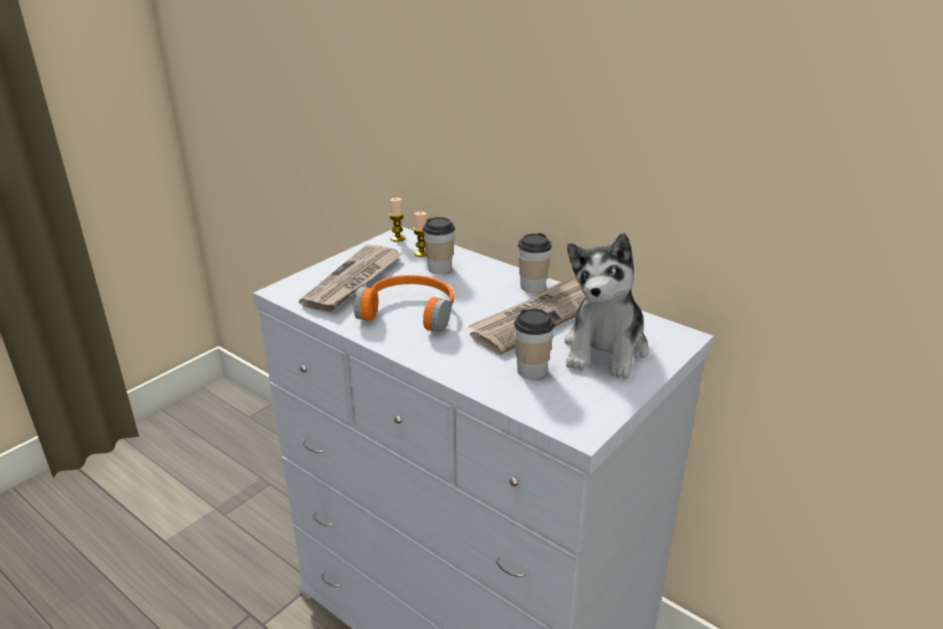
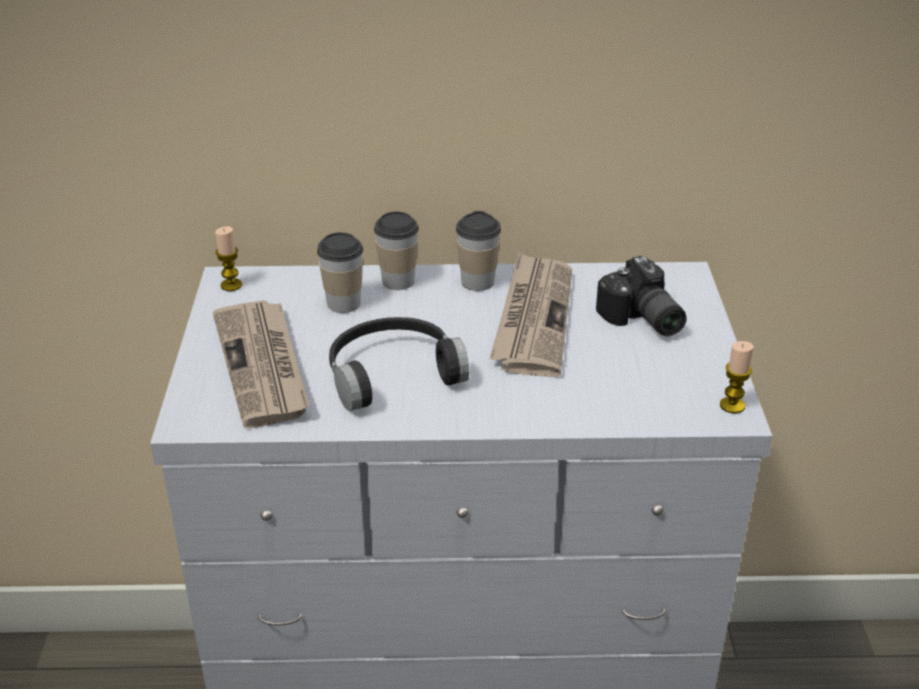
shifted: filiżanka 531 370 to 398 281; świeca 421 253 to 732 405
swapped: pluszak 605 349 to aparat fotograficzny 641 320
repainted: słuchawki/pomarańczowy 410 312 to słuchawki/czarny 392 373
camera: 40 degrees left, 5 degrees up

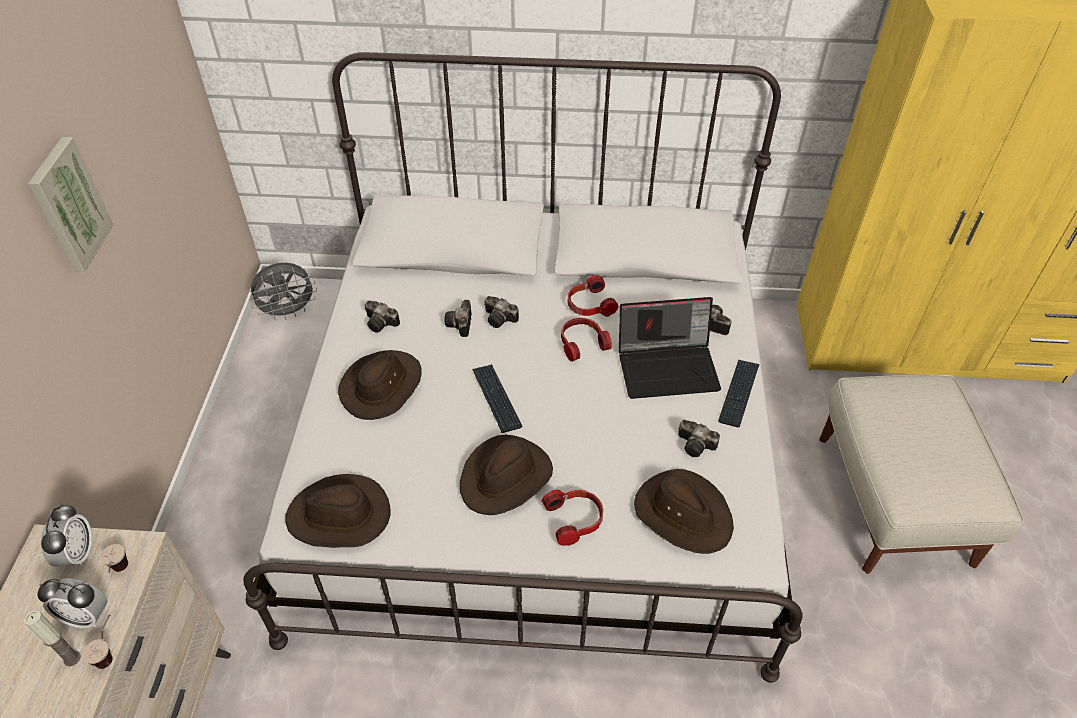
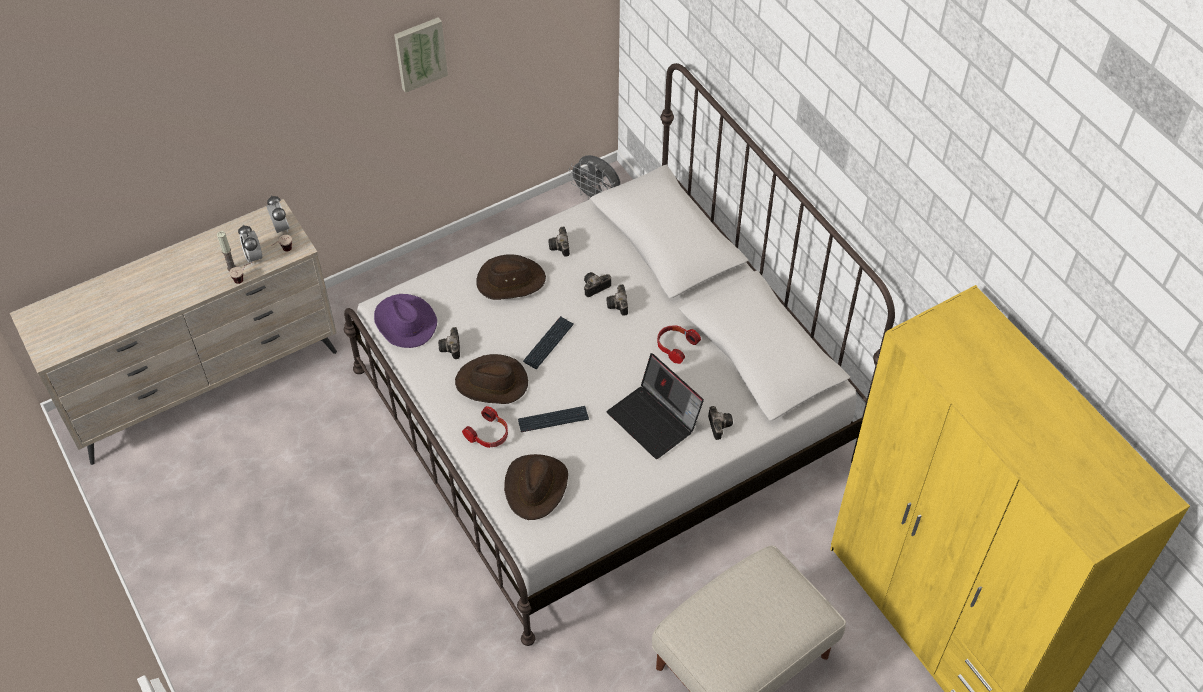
gone: słuchawki 582 343
shifted: aparat fotograficzny 697 445 to 451 349; klawiatura 738 393 to 553 420
repainted: kapelusz/brązowy 339 517 to kapelusz/fioletowy 404 322
rotated: budzik 78 554 = 280 227 75 degrees counterclockwise
camera: 55 degrees right, 5 degrees up

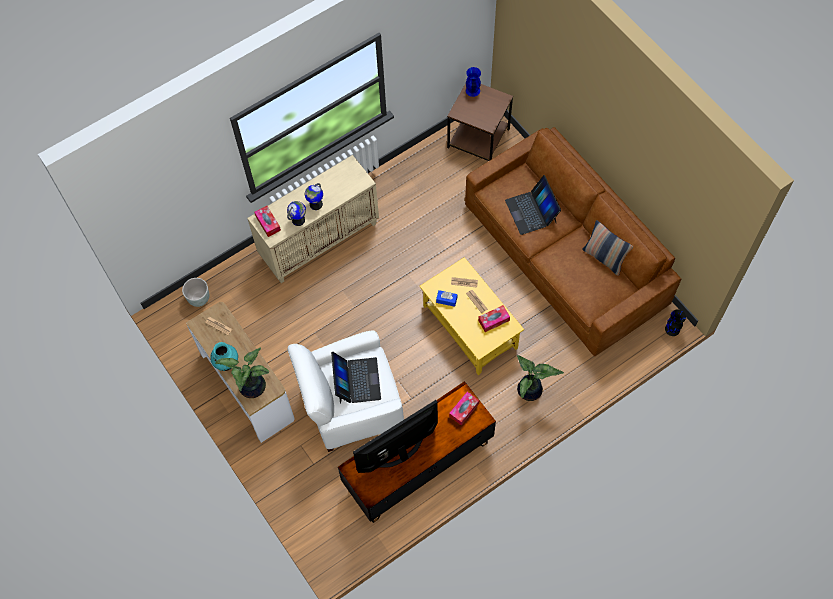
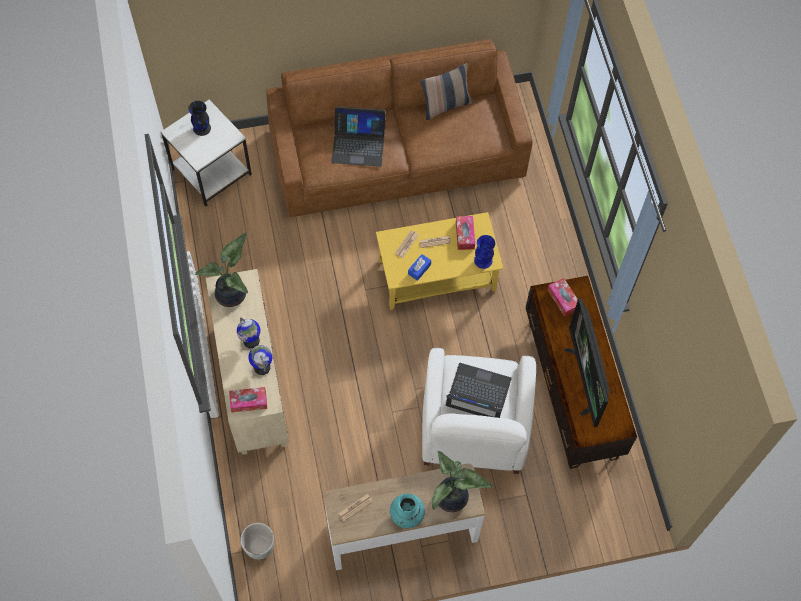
shifted: wazon/czarny 672 329 to 201 128; roślina doniczkowa 530 391 to 233 294; wazon/niebieski 472 90 to 483 260
repainted: stolik/brązowy 479 138 to stolik/biały 211 170
camera: 70 degrees left, 0 degrees up

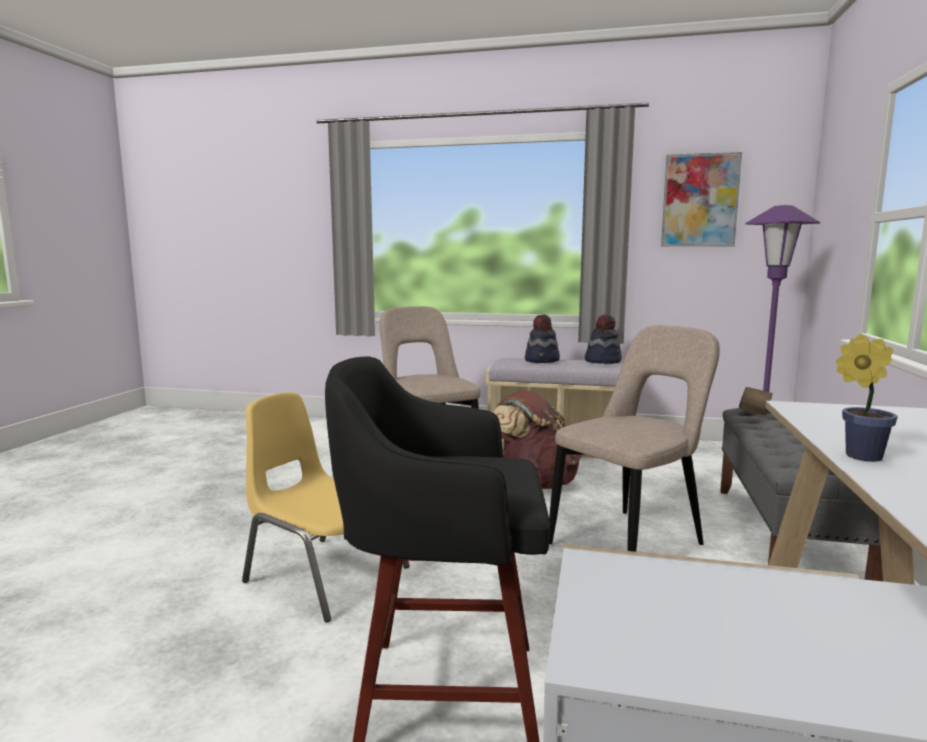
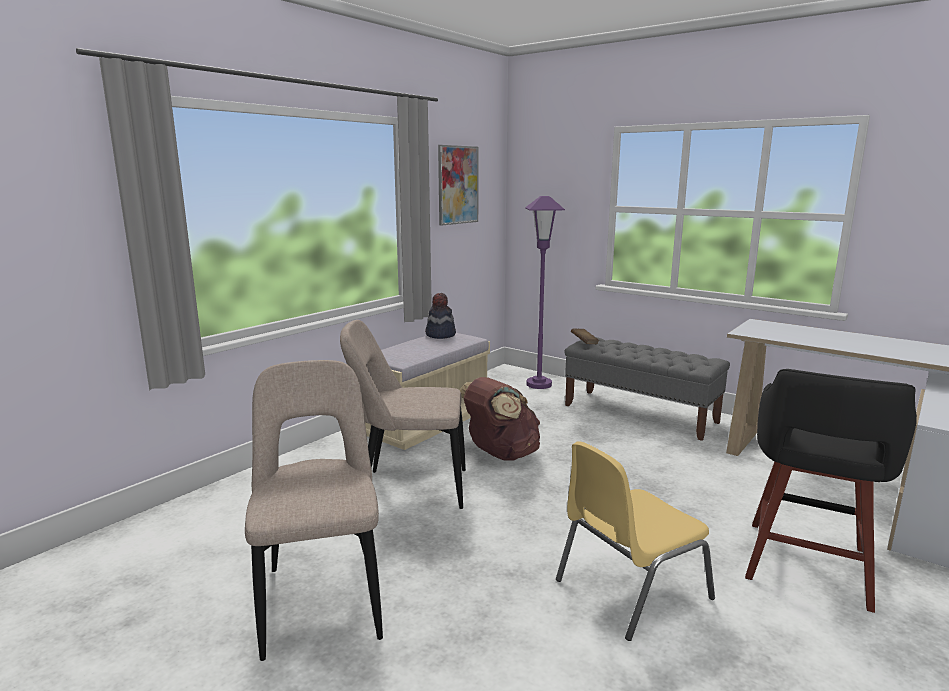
gone: kapelusz 542 361; roślina doniczkowa 858 455
shifted: krzesło/beżowy 631 542 to 322 598
camera: 65 degrees left, 5 degrees up

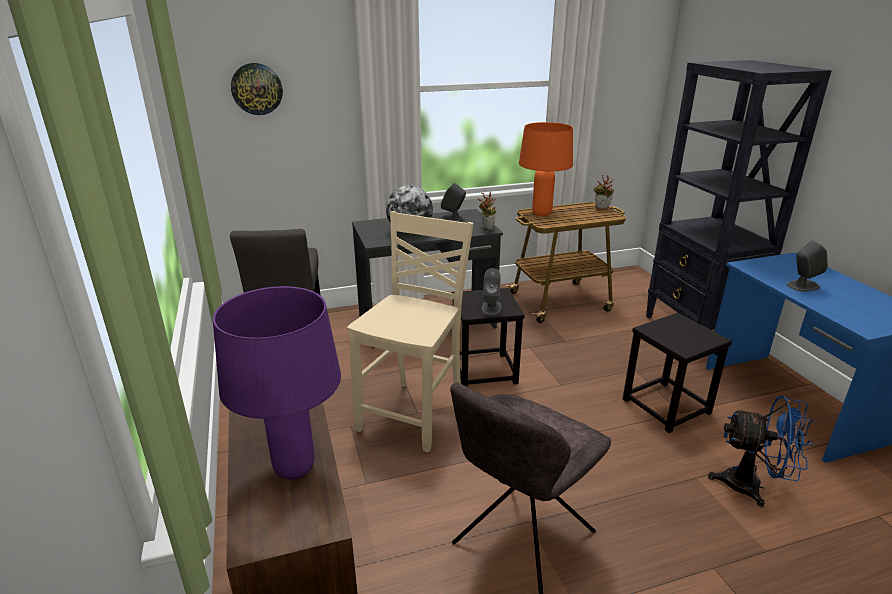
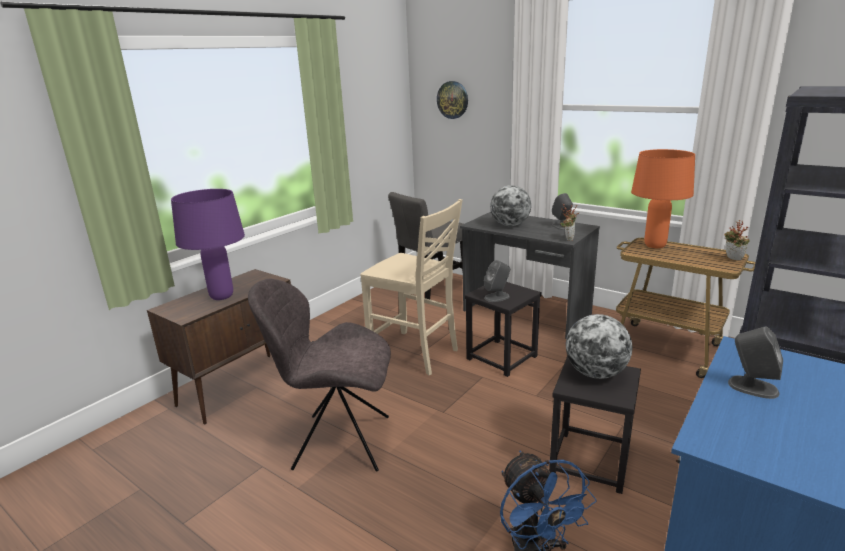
new: globus 596 373
rotated: krzesło/beżowy 414 414 = 415 354 45 degrees clockwise
camera: 55 degrees right, 5 degrees down

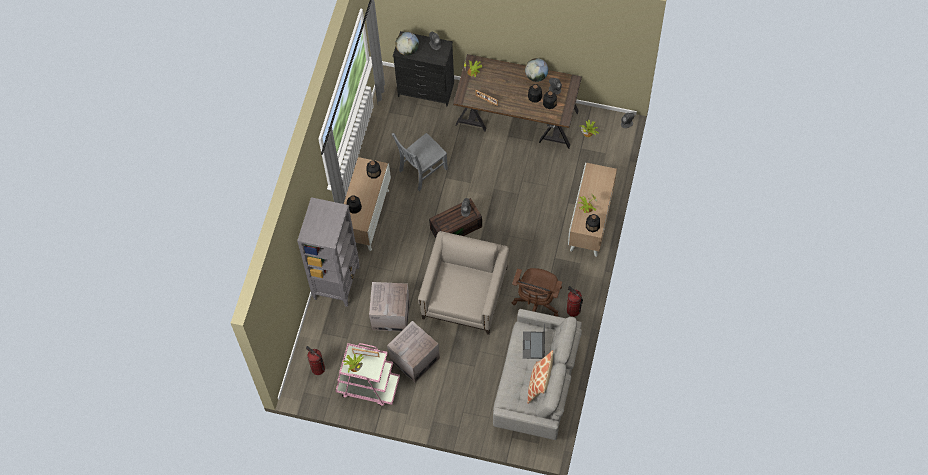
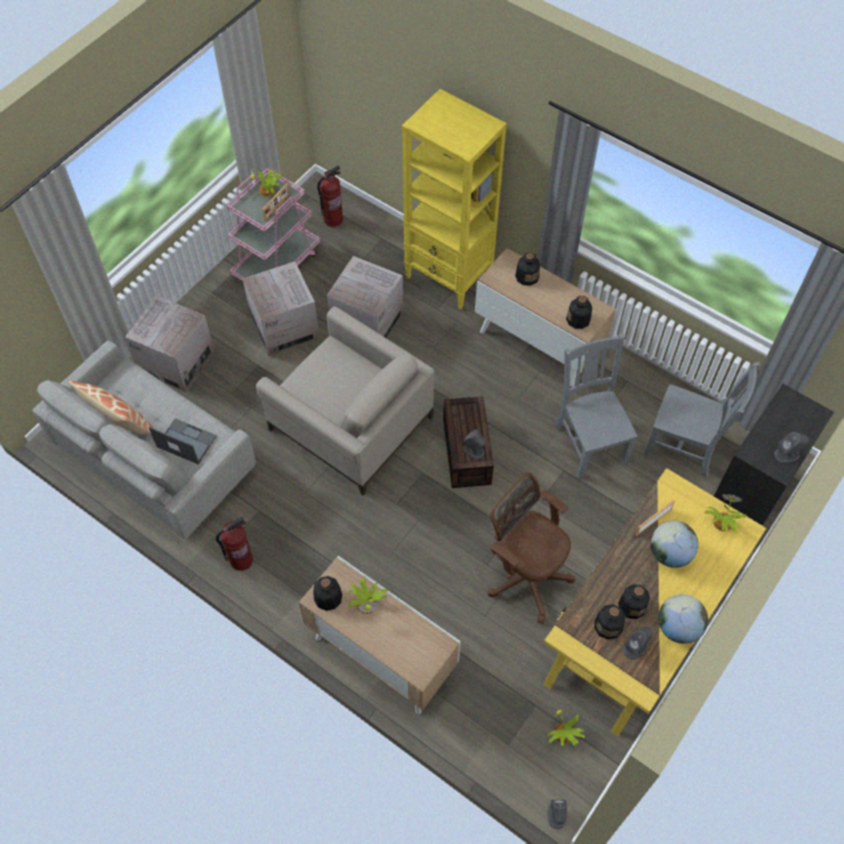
new: karton 176 361; krzesło/szary 685 446
shifted: krzesło biurowe/brązowy 537 304 to 524 574; globus 407 50 to 669 553
repainted: regał/szary 337 282 to regał/żółty 449 277; biurko/brązowy 517 117 to biurko/żółty 639 623
camera: 110 degrees right, 5 degrees down

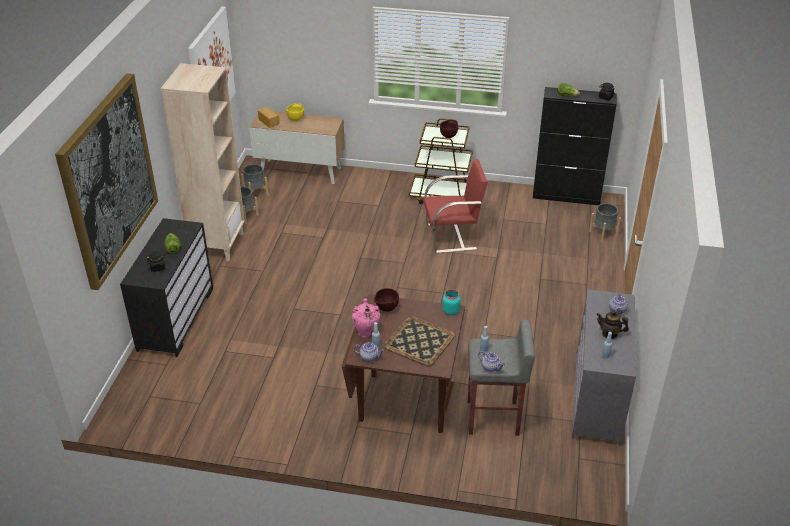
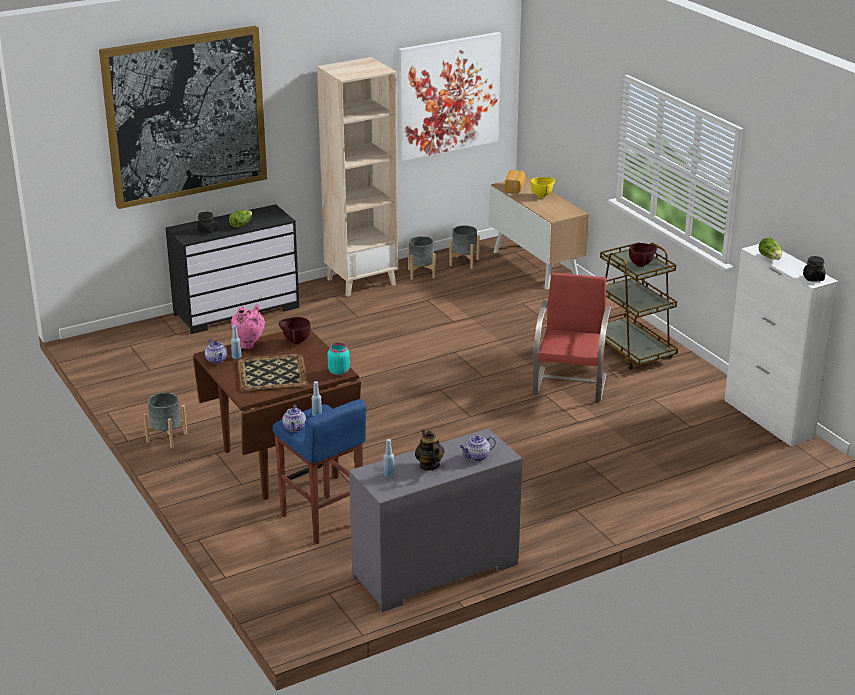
shifted: donica/szary 603 233 to 166 437
repainted: stołek/szary 494 418 to stołek/niebieski 321 520; szafka/czarny 566 196 to szafka/biały 769 419
rotated: krzesło/czerwony 452 237 = 570 384 120 degrees counterclockwise
camera: 50 degrees right, 10 degrees down

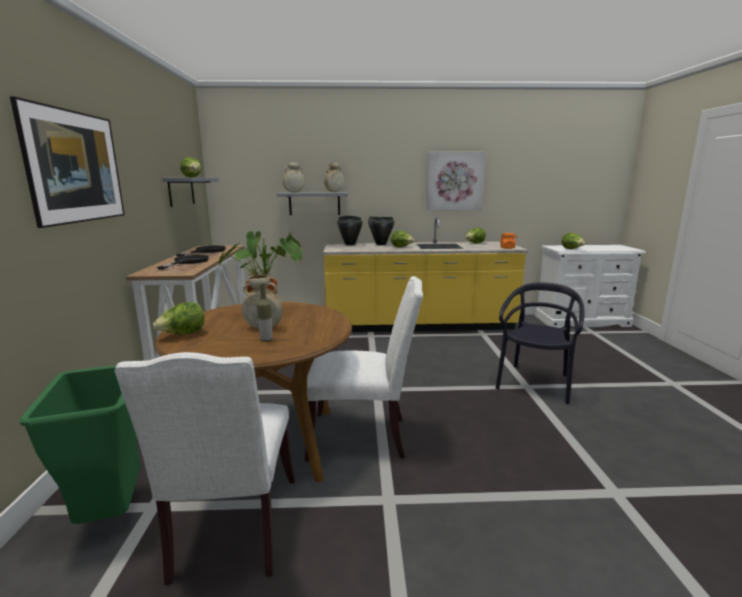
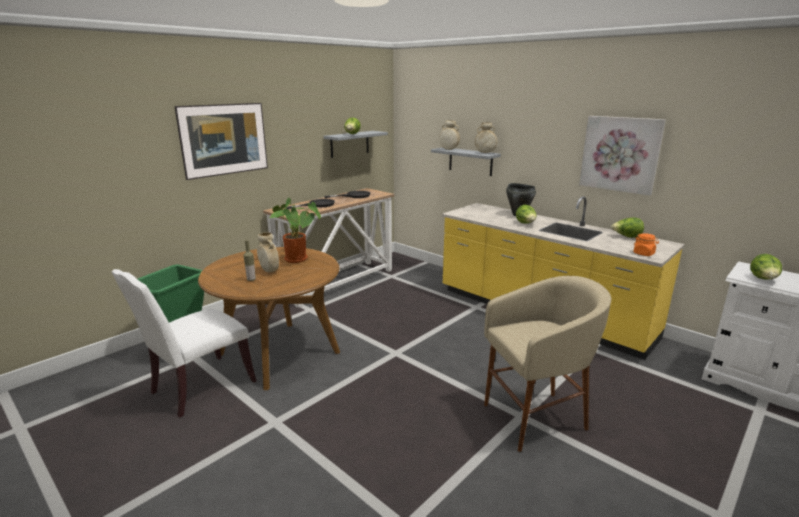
gone: sałata 183 334; krzesło/biały 363 436; garnek/czarny 350 244
swapped: krzesło/czarny 535 383 to stołek/beżowy 536 418
camera: 45 degrees right, 5 degrees up

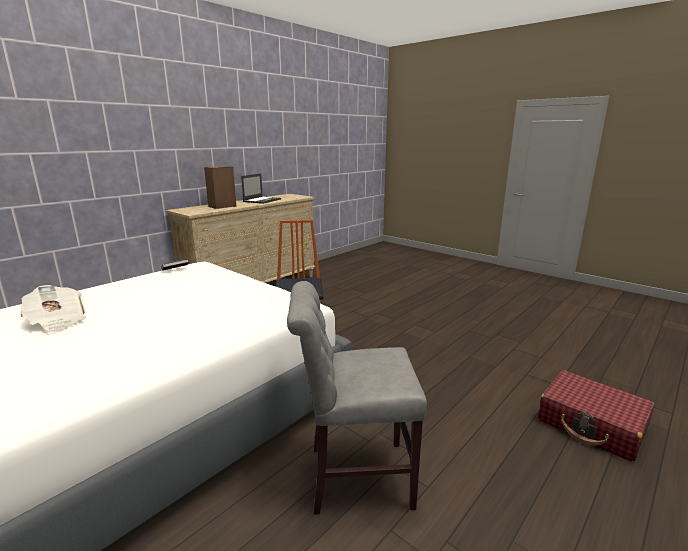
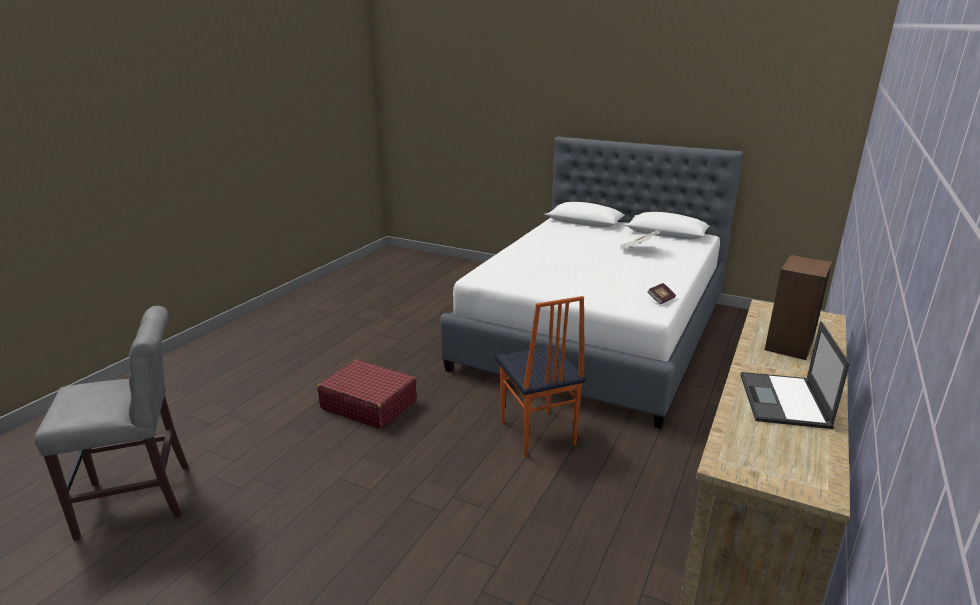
shifted: krzesło/szary 353 476 to 143 499; walizka/czerwony 591 424 to 369 404
camera: 165 degrees right, 5 degrees up

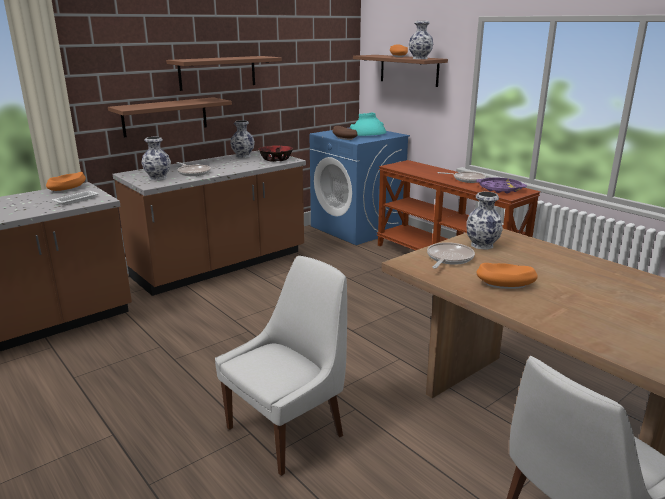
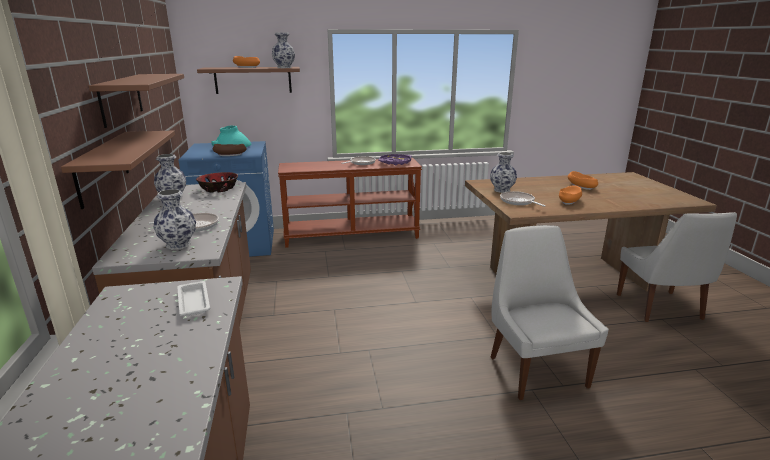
shifted: miska/pomarańczowy 67 189 to 581 186
camera: 60 degrees left, 0 degrees up

